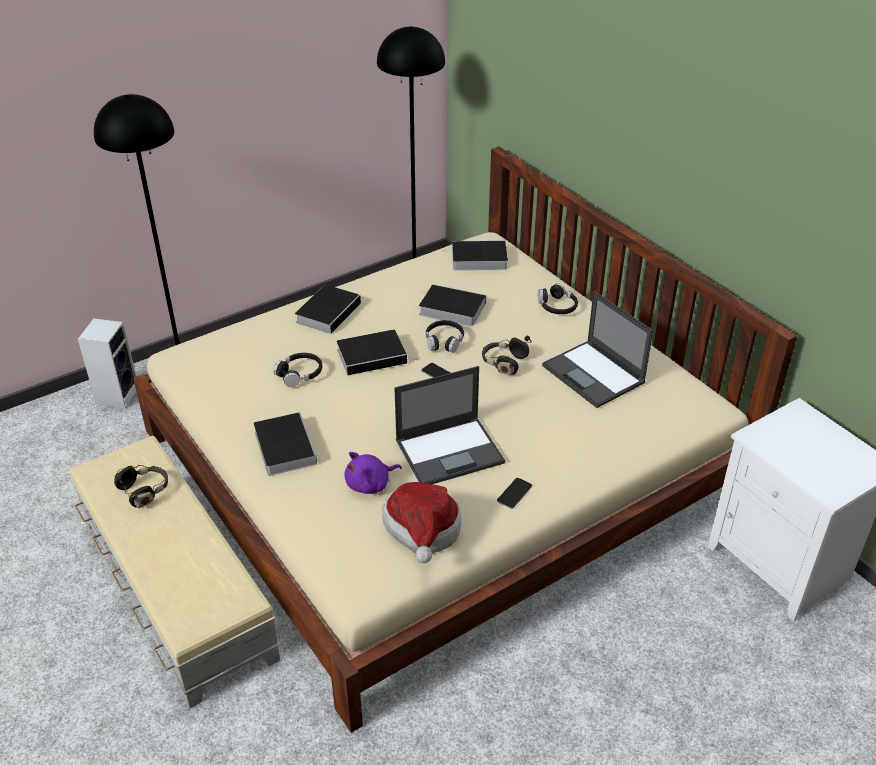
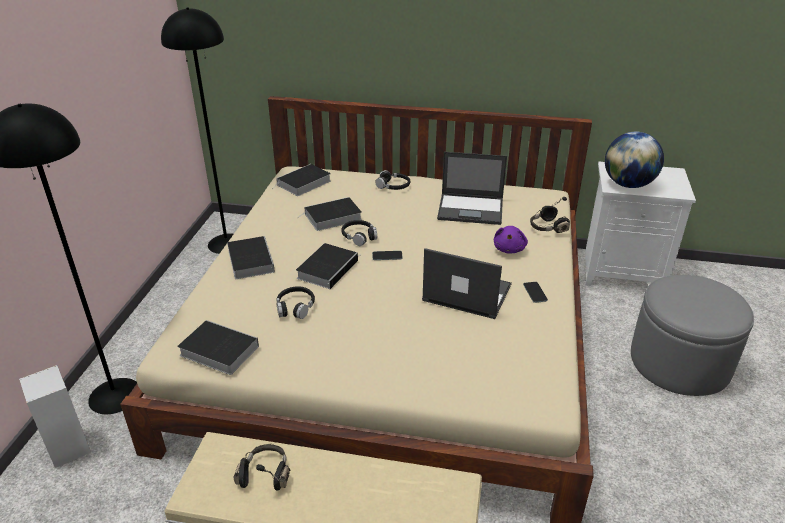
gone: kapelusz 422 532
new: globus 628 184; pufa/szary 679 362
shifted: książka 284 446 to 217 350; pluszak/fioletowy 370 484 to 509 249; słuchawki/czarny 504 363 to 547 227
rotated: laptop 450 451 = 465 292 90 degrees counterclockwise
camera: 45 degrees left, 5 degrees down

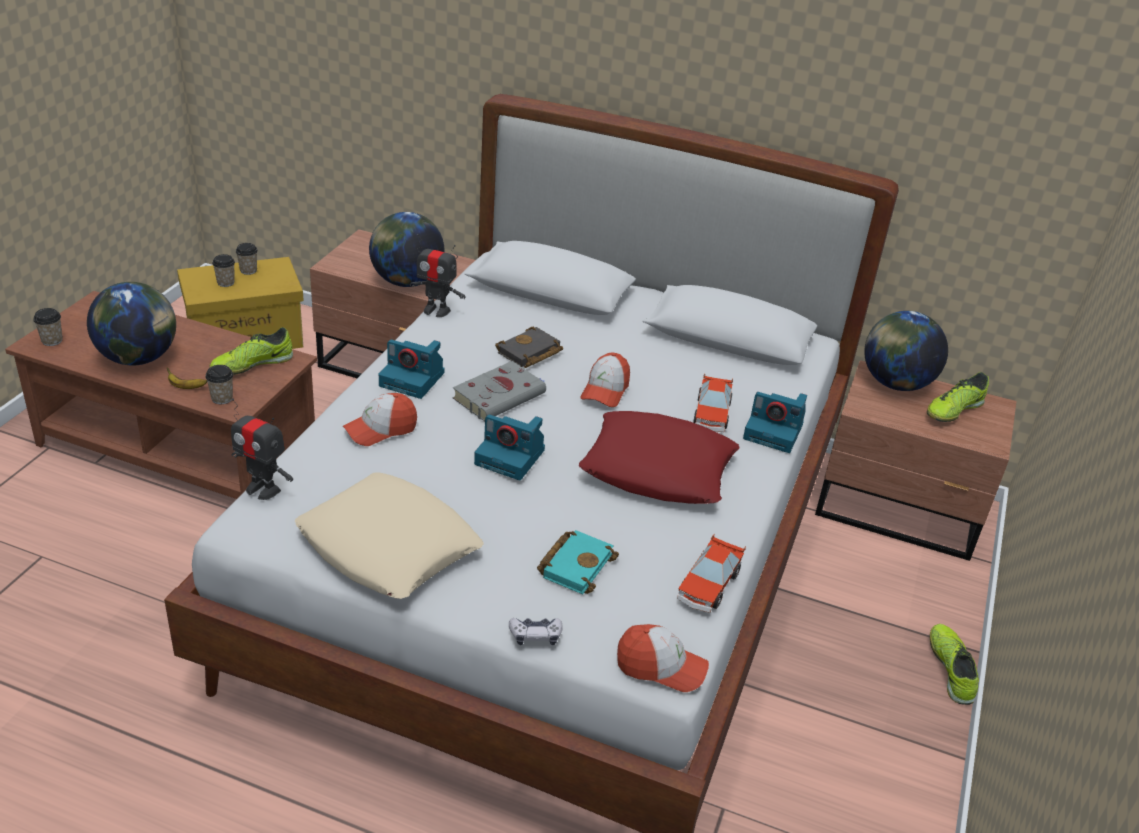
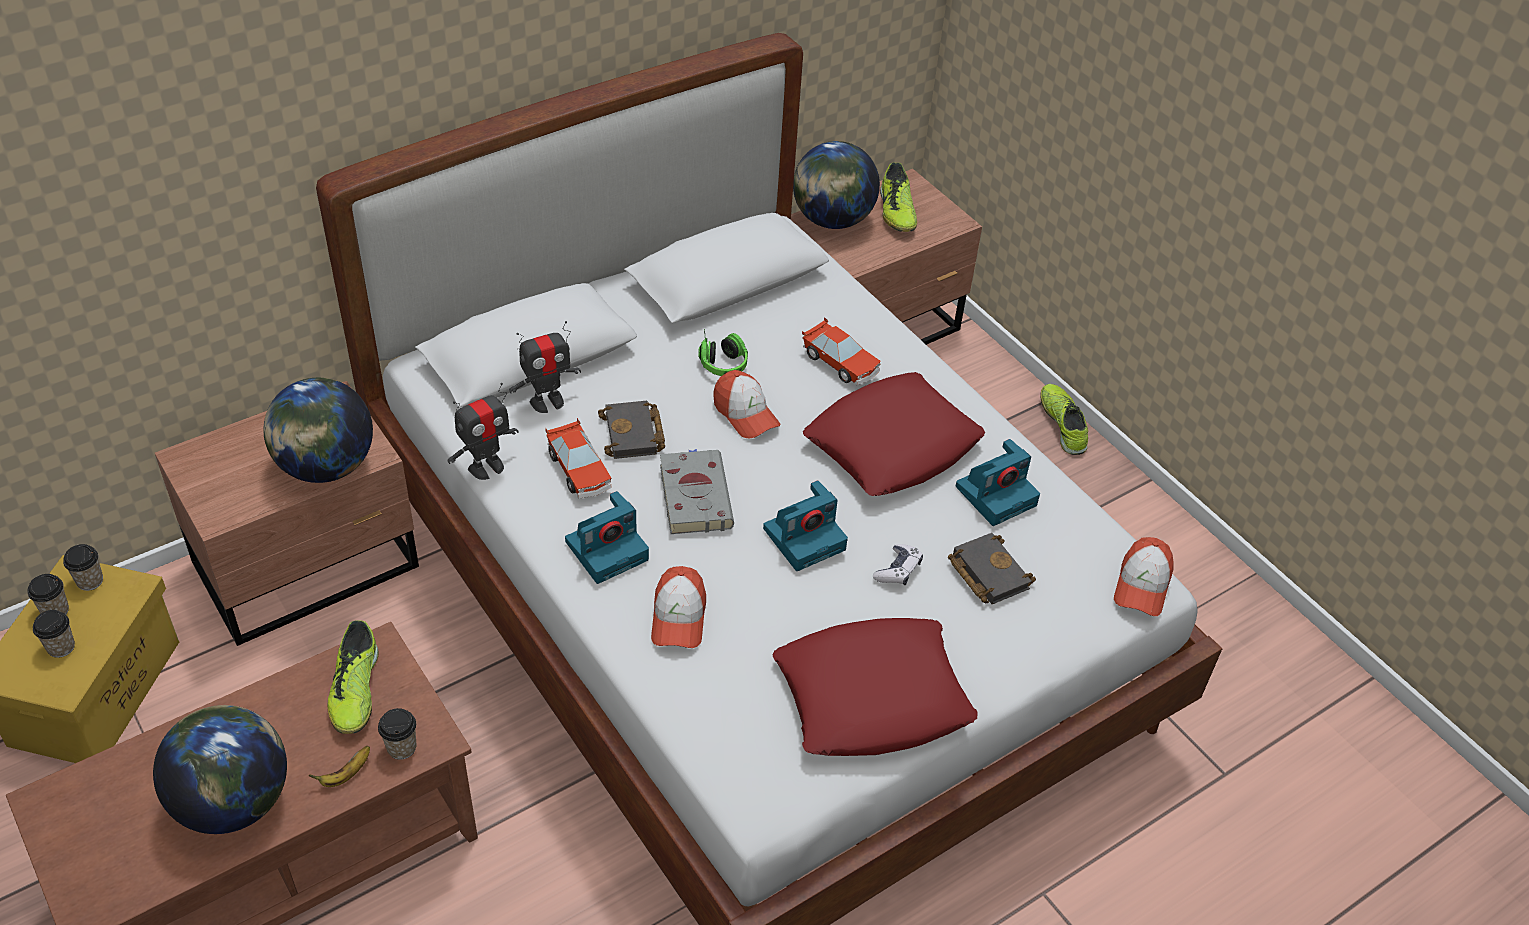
new: słuchawki 721 360
shifted: filiżanka 52 341 to 90 581; robot zabawkowy 263 489 to 547 402; samochodzik 708 585 to 579 470; pad do gier 535 635 to 898 570; aparat fotograficzny 774 432 to 997 494
repainted: poduszka/beżowy 389 546 to poduszka/czerwony 872 696; książka/turkusowy 576 564 to książka/czarny 986 573
rotated: but 951 669 = 1063 424 45 degrees clockwise; czapka z daszkiem 660 667 = 1142 586 150 degrees clockwise
camera: 55 degrees left, 10 degrees up

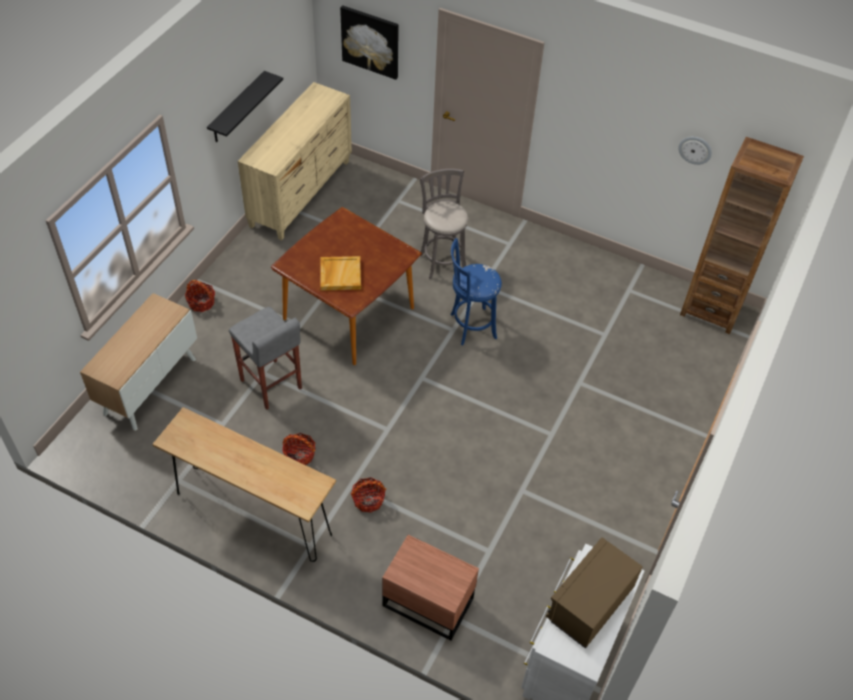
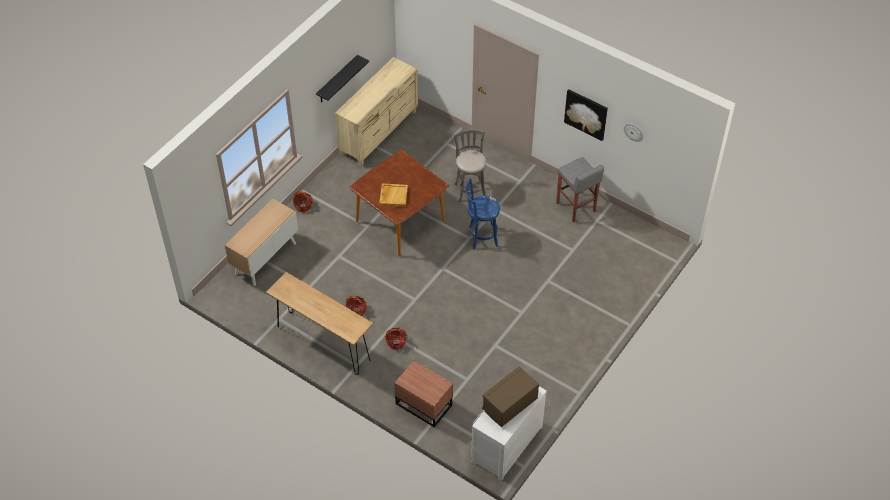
gone: regał/brązowy 711 309
shifted: stołek/szary 271 385 to 575 207; obraz 370 41 to 586 114
camera: 10 degrees right, 0 degrees up

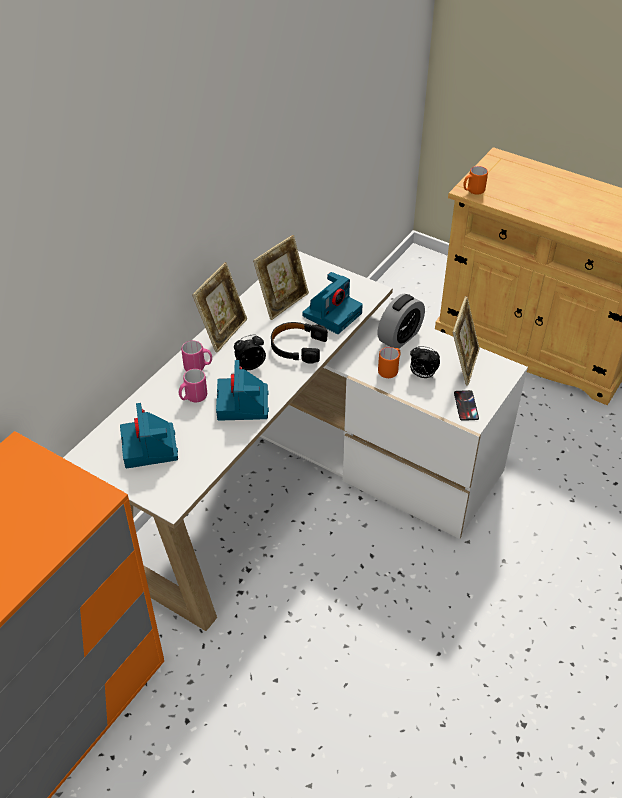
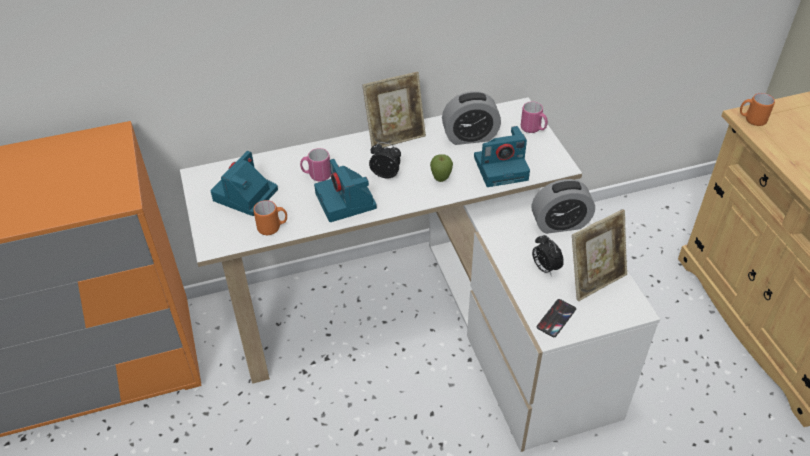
shifted: kubek/pomarańczowy 390 370 to 273 227; kubek/różowy 198 367 to 533 129
swapped: słuchawki/czarny 297 347 to jabłko 441 179; ramka na zdjęcie 282 302 to budzik 470 137
rotated: aparat fotograficzny 243 404 = 346 202 60 degrees counterclockwise
camera: 40 degrees right, 0 degrees up

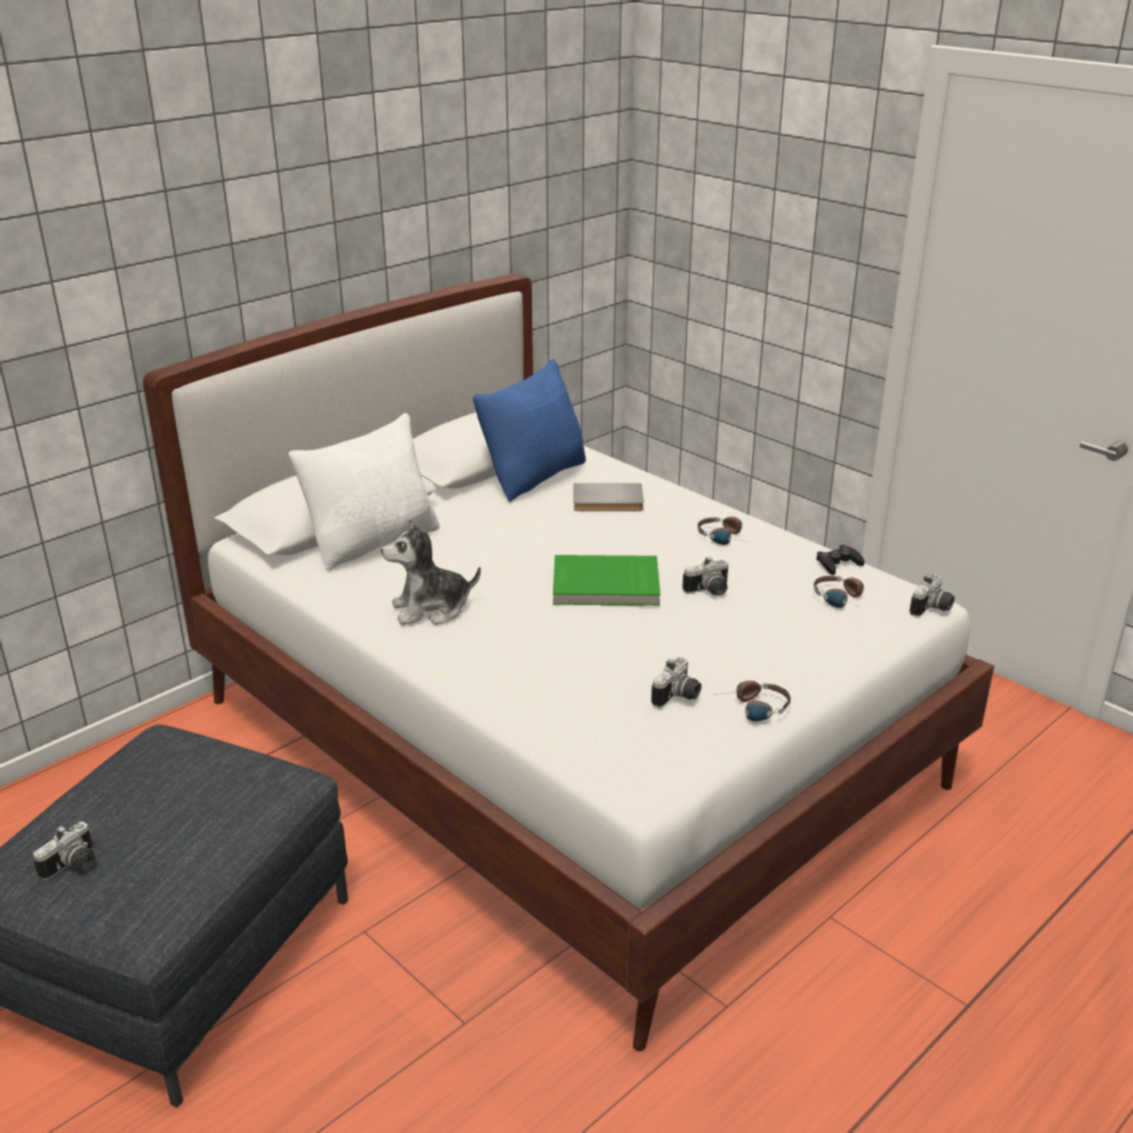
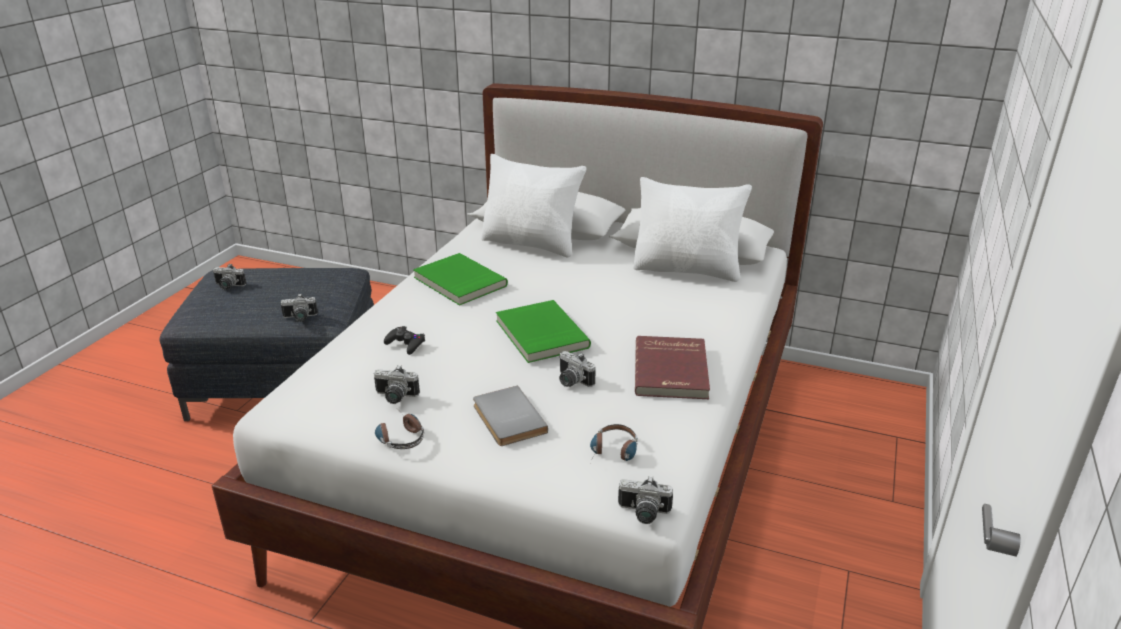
new: aparat fotograficzny 300 318
shifted: pad do gier/czarny 838 564 to 405 344; książka/szary 608 501 to 506 419
swapped: pluszak 431 609 to książka/zielony 458 282; słuchawki 726 538 to książka/czerwony 672 371
repainted: poduszka/niebieski 534 477 to poduszka/biały 687 269
camera: 65 degrees right, 0 degrees up

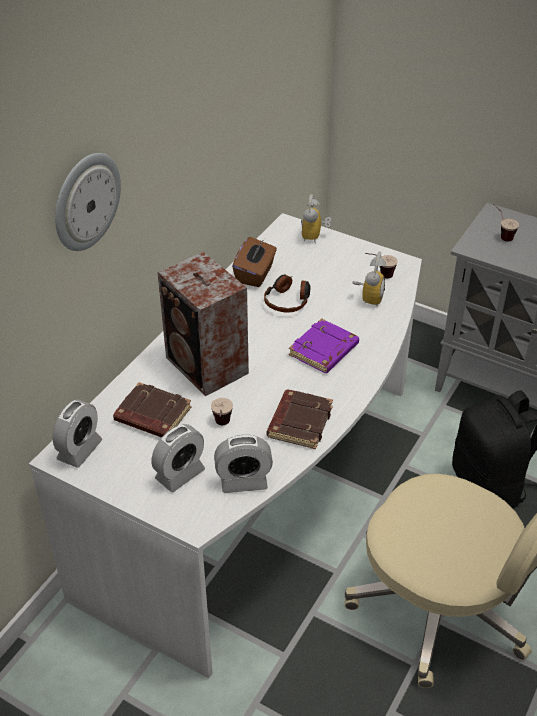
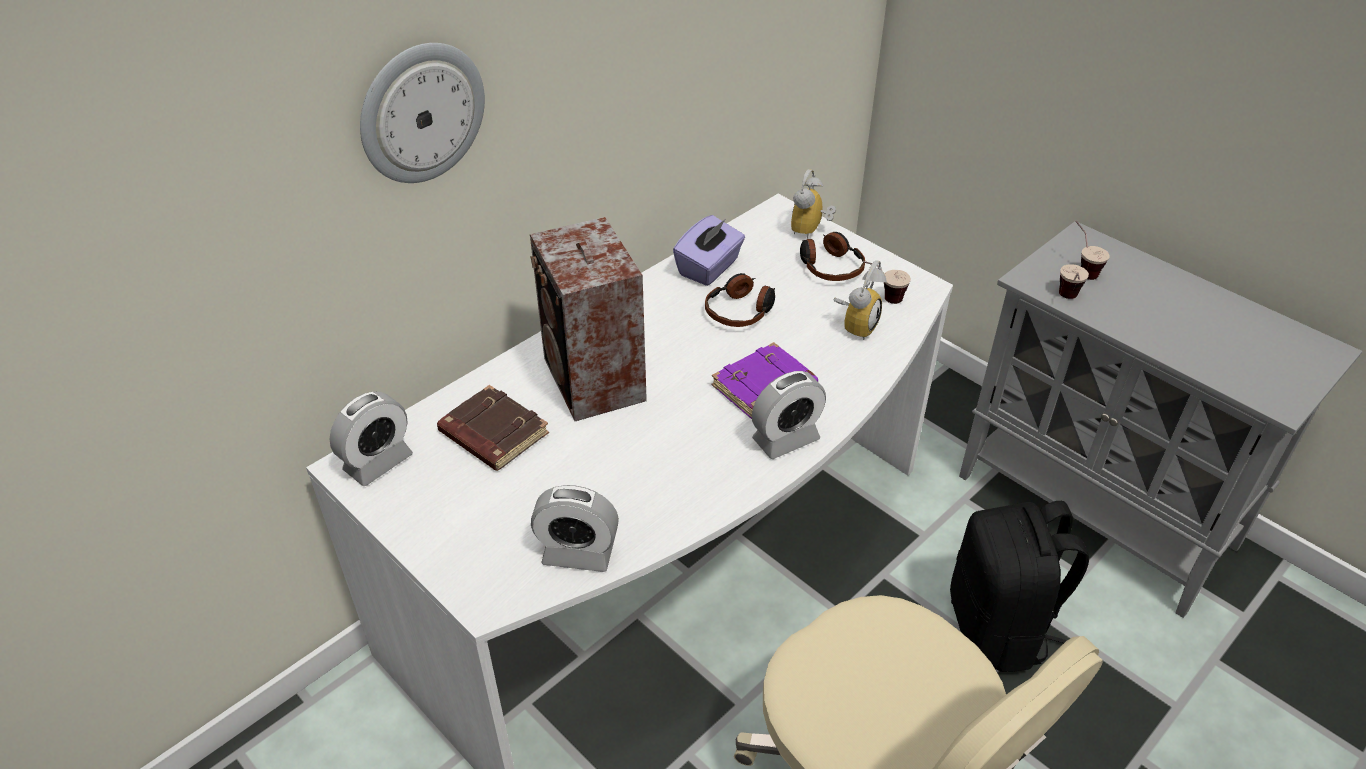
gone: książka/brązowy 299 422
new: słuchawki 829 266
shifted: budzik 180 474 to 786 439; filiżanka 222 427 to 1067 300
repainted: pudełko chusteczek/brązowy 255 274 to pudełko chusteczek/fioletowy 709 268
camera: 15 degrees right, 0 degrees up

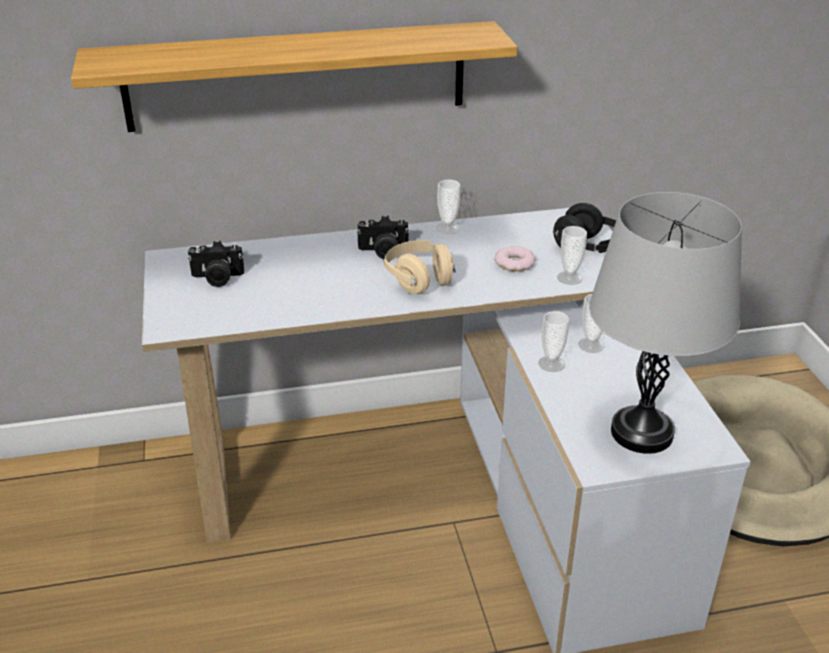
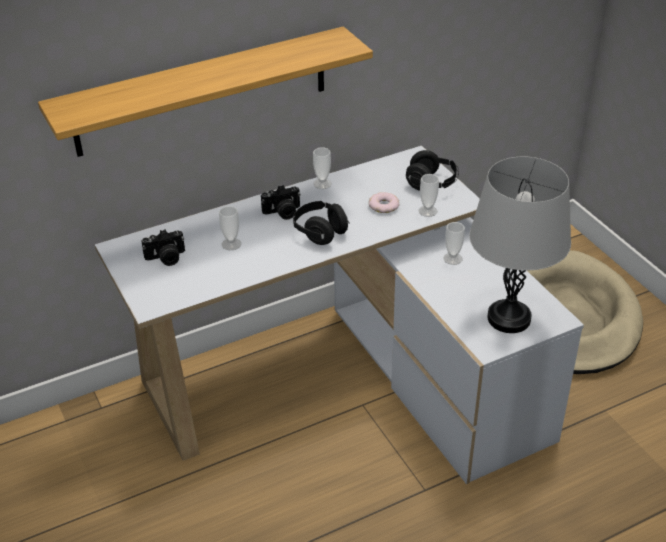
shifted: filiżanka 551 364 to 231 244
repainted: słuchawki/beżowy 419 280 to słuchawki/czarny 320 232
camera: 15 degrees left, 5 degrees up

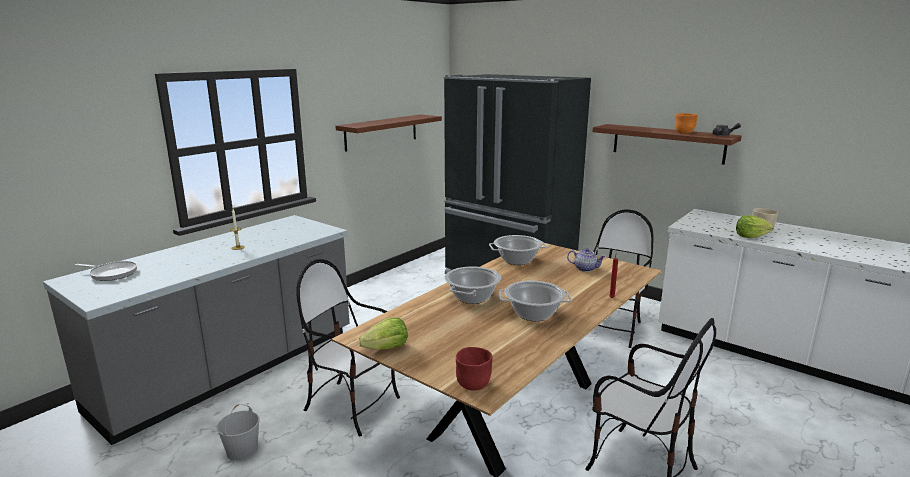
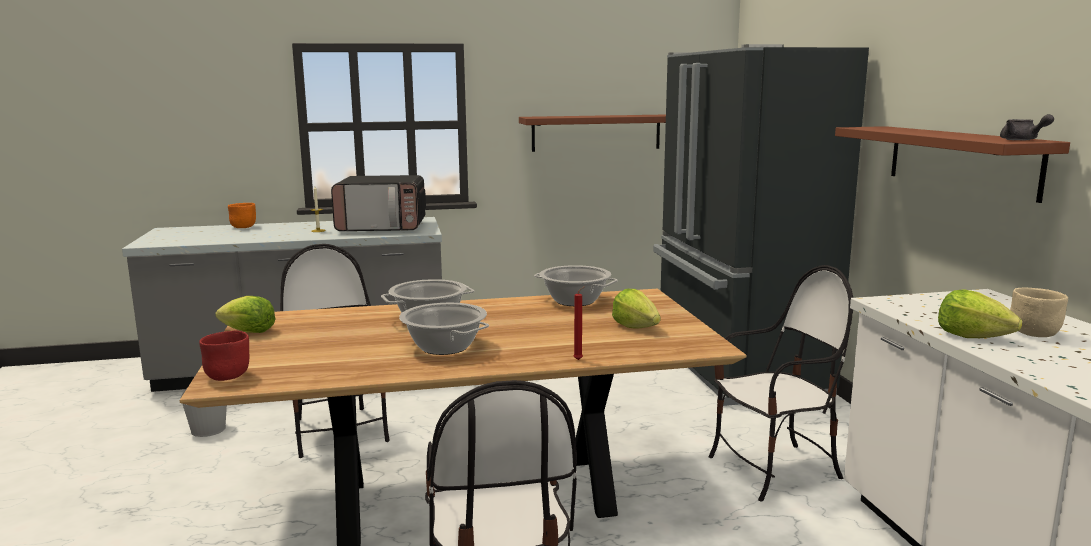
gone: patelnia 111 273
new: mikrofalówka 382 227
shifted: miska/pomarańczowy 684 133 to 244 227
swapped: imbryk 585 269 to sałata 636 327
camera: 40 degrees right, 5 degrees down

